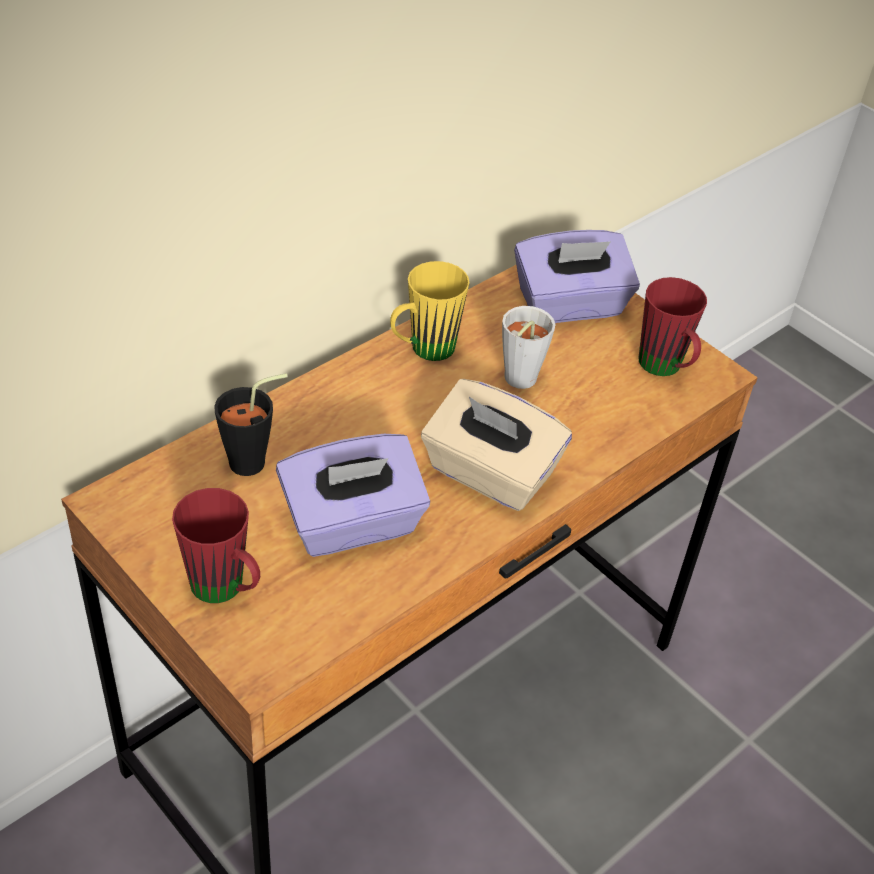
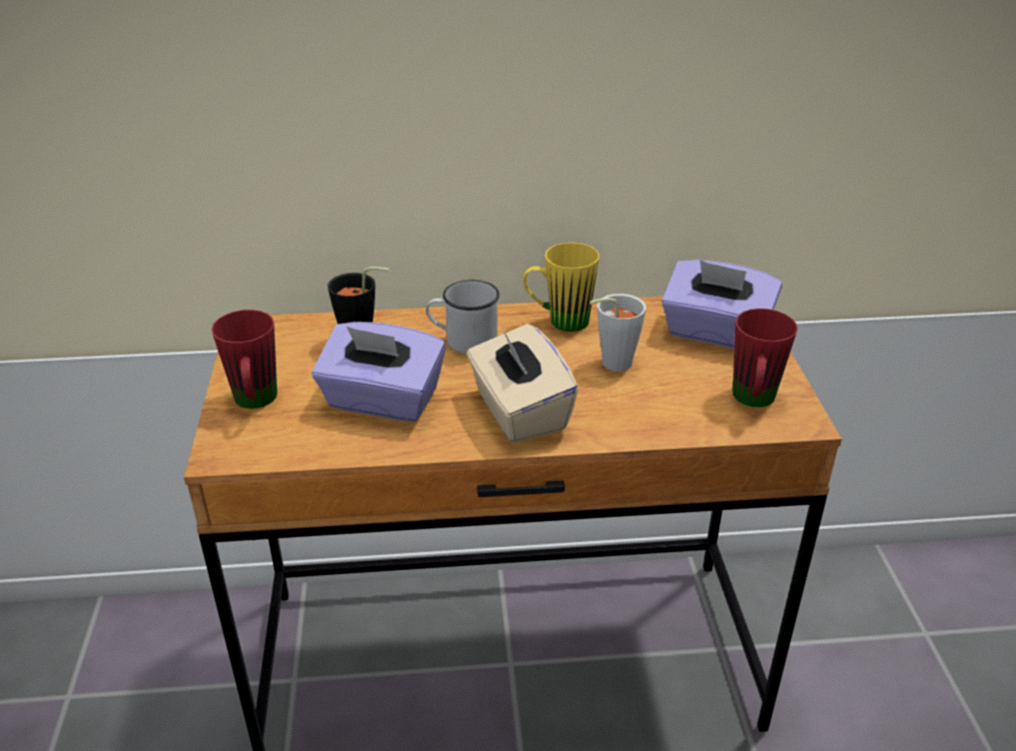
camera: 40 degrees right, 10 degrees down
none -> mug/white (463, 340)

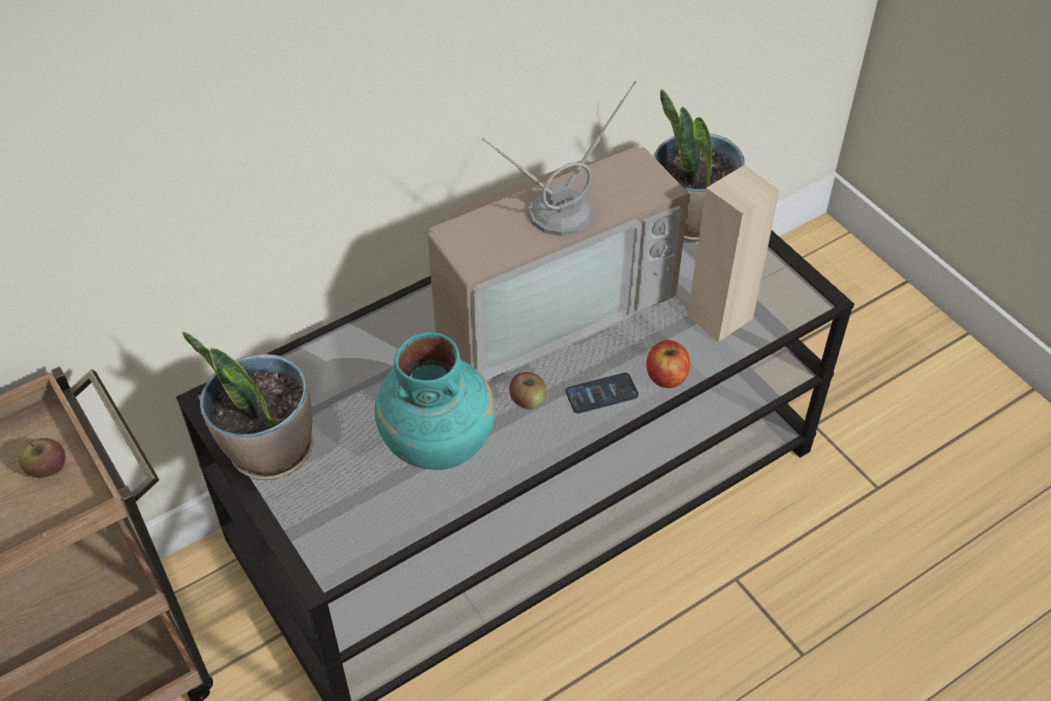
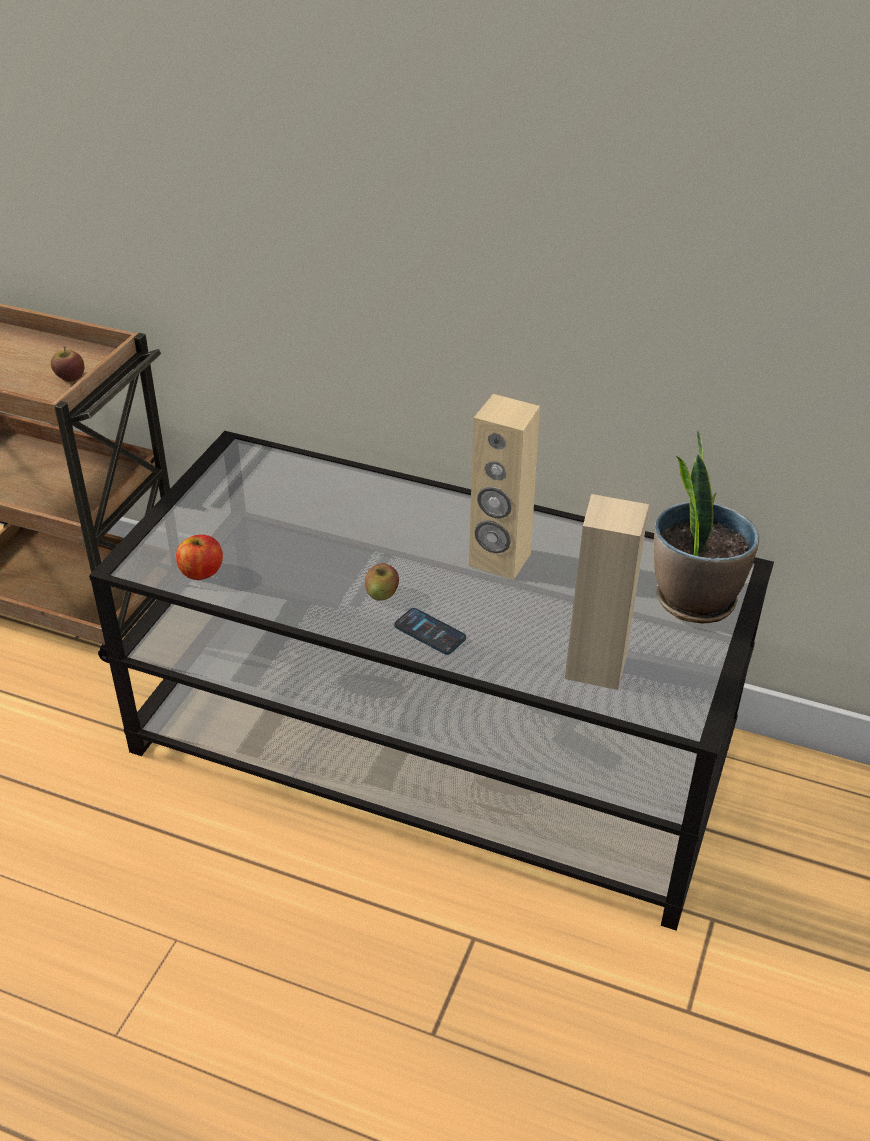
camera: 55 degrees right, 10 degrees down
apple (666, 377) -> apple (201, 572), relocated
television (550, 303) -> speaker/beige (499, 560)
potted plant (269, 450) -> none
vase/turquoise (438, 439) -> none

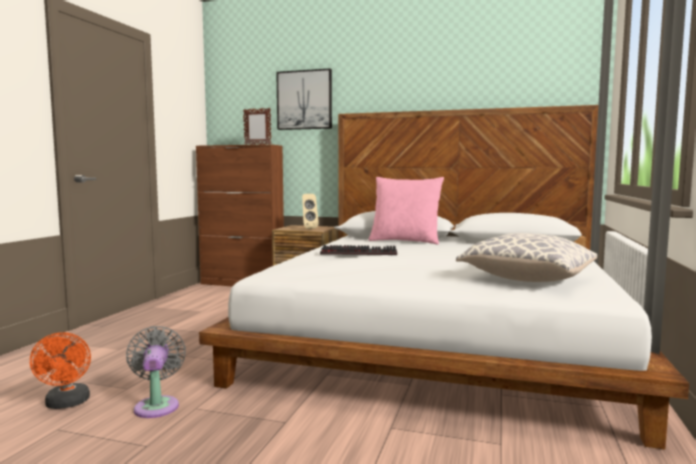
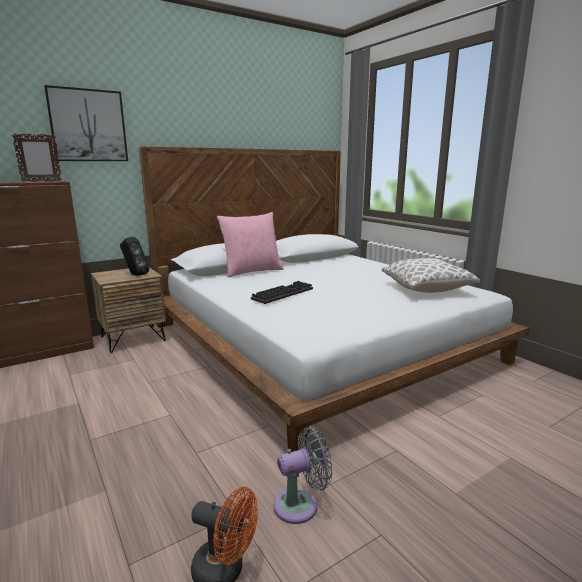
camera: 50 degrees left, 10 degrees up
speaker/beige (309, 229) -> speaker/black (135, 275)
fan/grey (157, 405) -> fan/grey (300, 504), 135 degrees clockwise

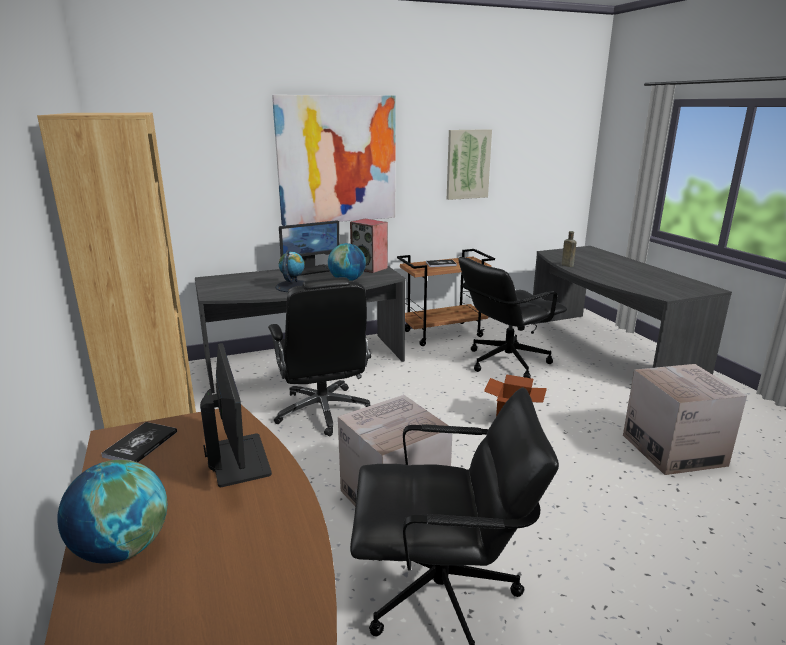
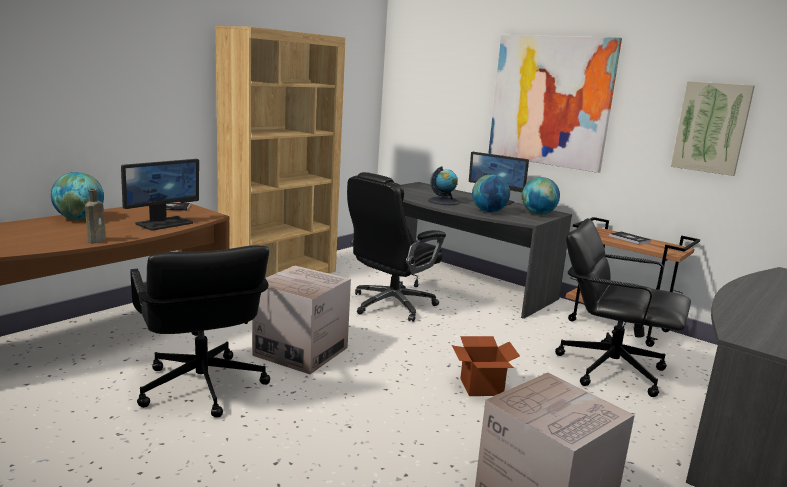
camera: 60 degrees right, 5 degrees down
bottle/brown (566, 265) -> bottle/brown (98, 240), relocated
speaker (370, 268) -> globe (538, 214)

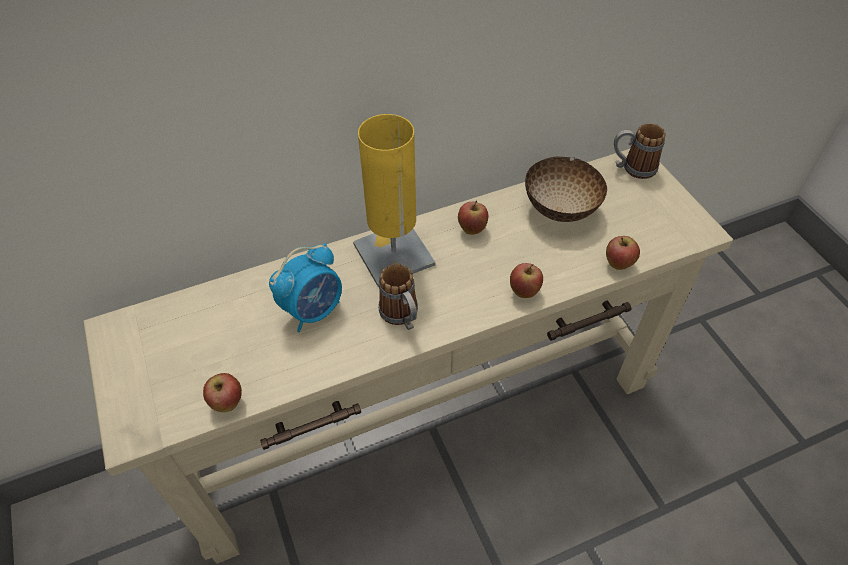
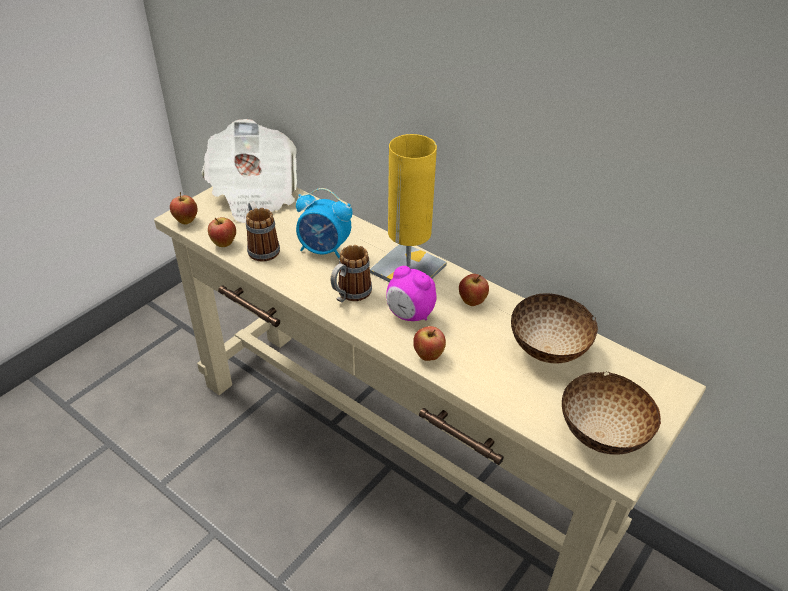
camera: 60 degrees right, 10 degrees down
apple (618, 264) -> apple (186, 221), relocated
none -> newspaper (253, 194)
mug (632, 168) -> mug (261, 248), relocated
none -> alarm clock (409, 315)
none -> bowl (603, 435)

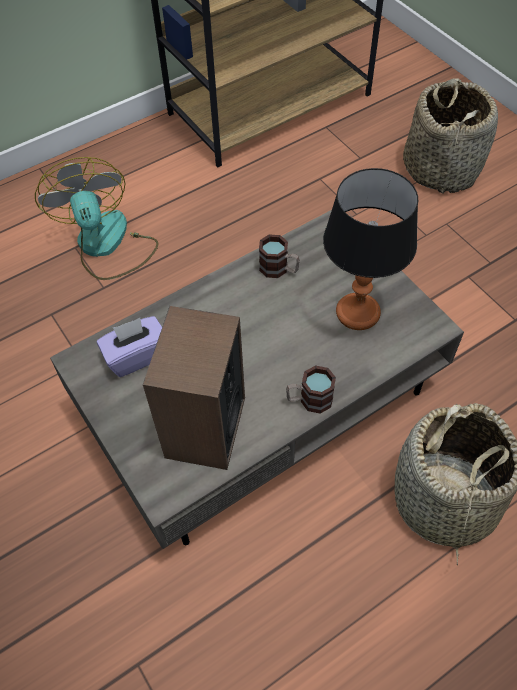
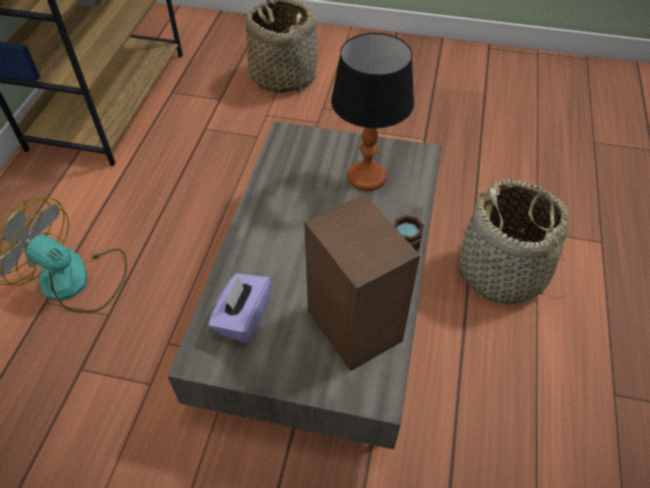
camera: 45 degrees left, 5 degrees down
mug (279, 269) -> none

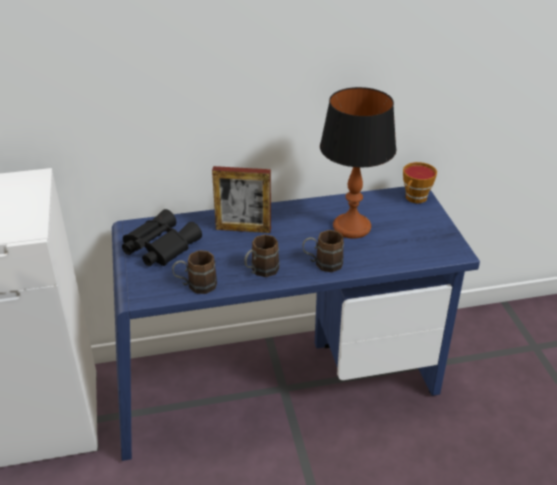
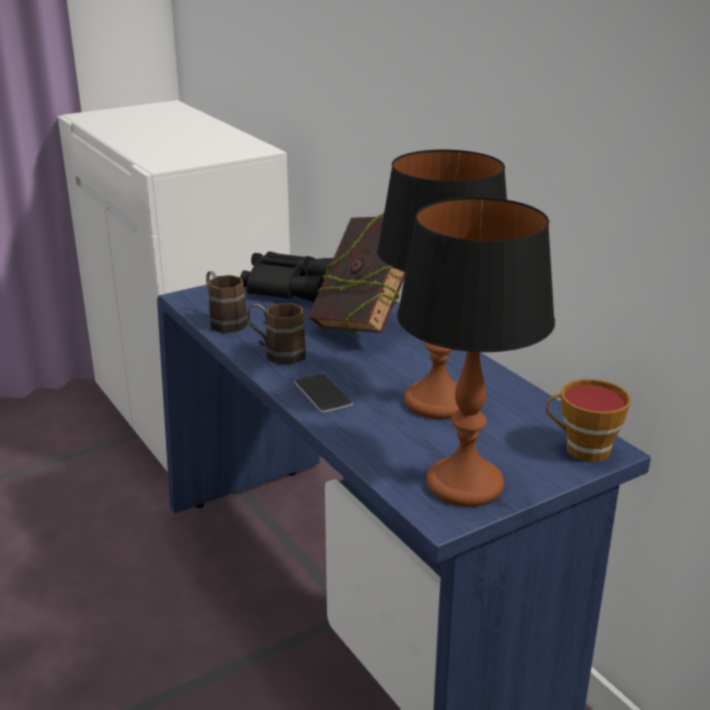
camera: 70 degrees right, 10 degrees down
mug/brown (322, 264) -> phone (322, 393)
picture frame (243, 229) -> book (365, 326)
none -> table lamp (465, 484)

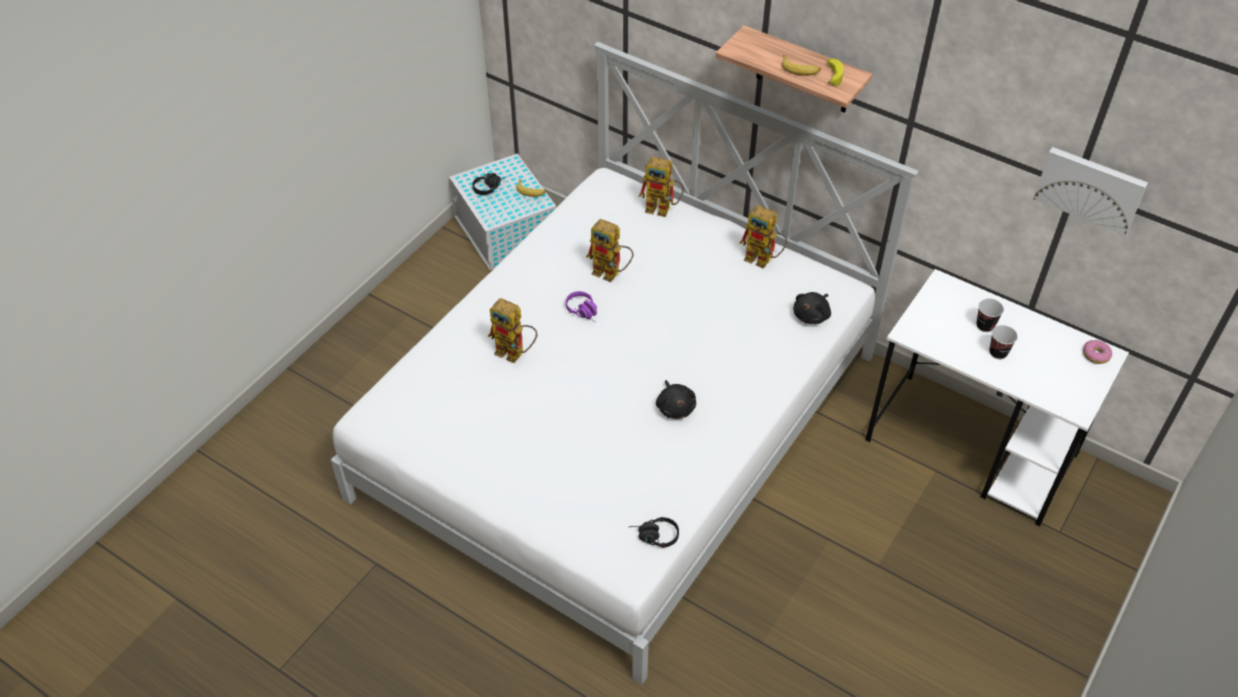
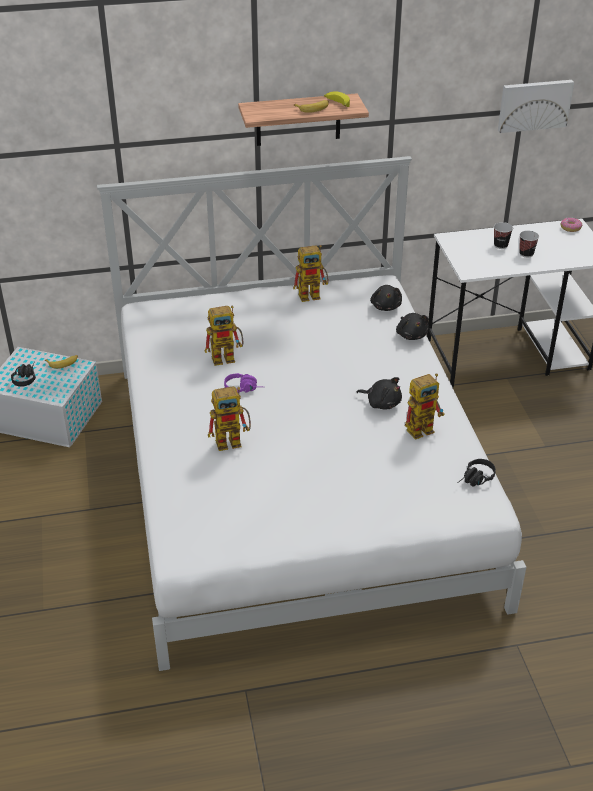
camera: 45 degrees left, 10 degrees down
none -> plush toy/black (411, 335)
toy robot (663, 209) -> toy robot (424, 427), relocated

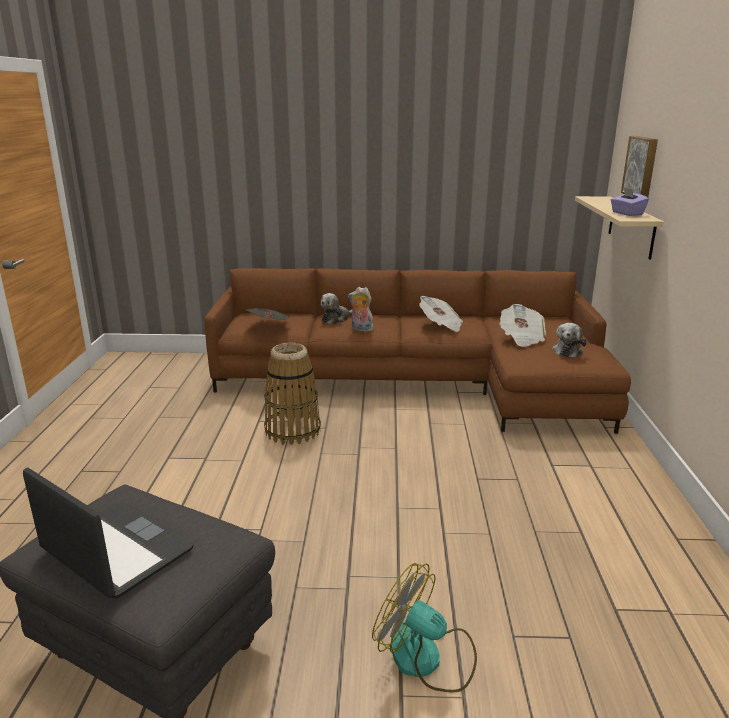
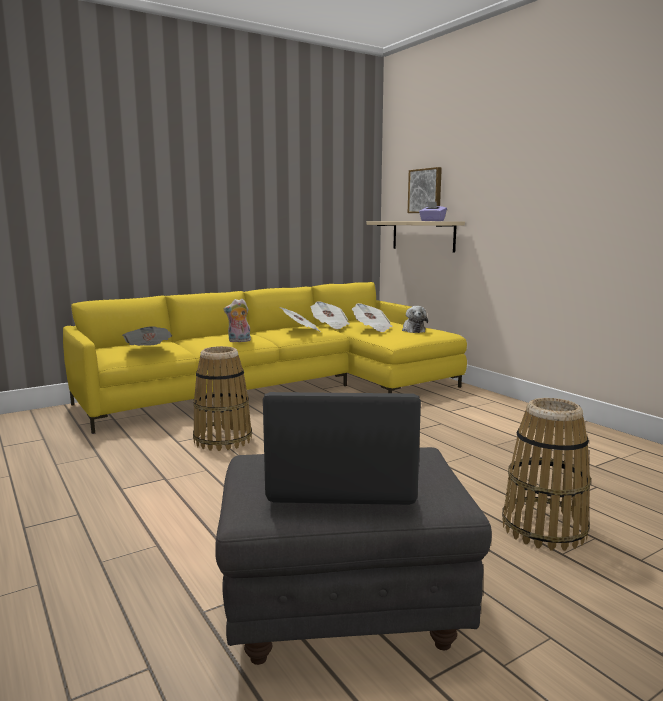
camera: 35 degrees left, 10 degrees down
sofa/brown (422, 382) -> sofa/yellow (285, 388)
none -> newspaper (330, 326)
fan (427, 658) -> basket (543, 529)
plush toy (336, 319) -> none

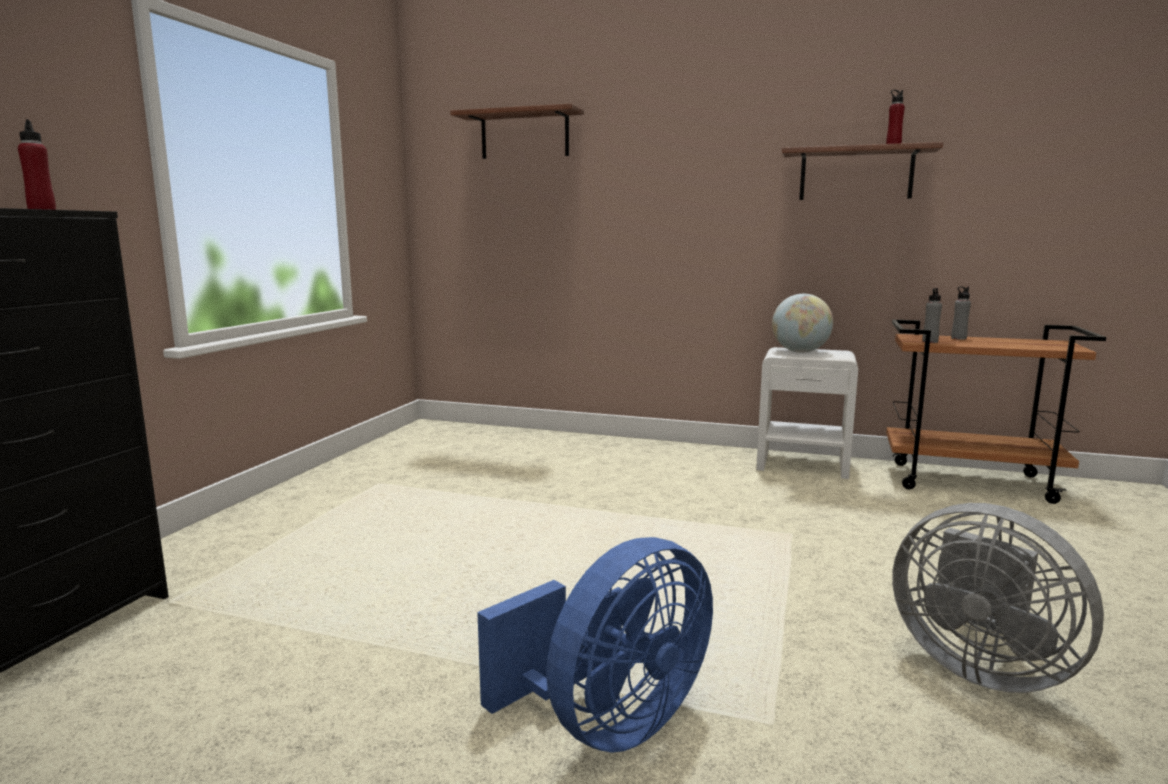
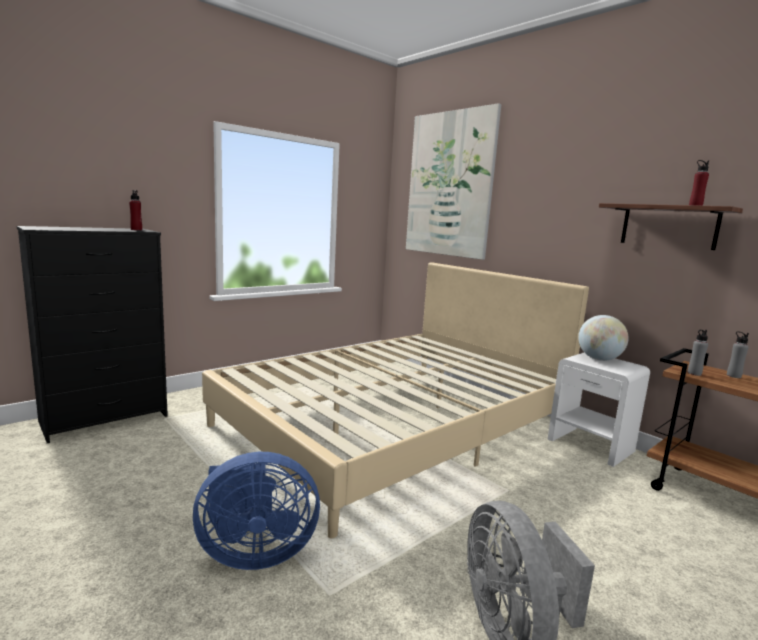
camera: 30 degrees right, 0 degrees up
none -> bed/beige (395, 425)
shelf (524, 135) -> picture (449, 184)

